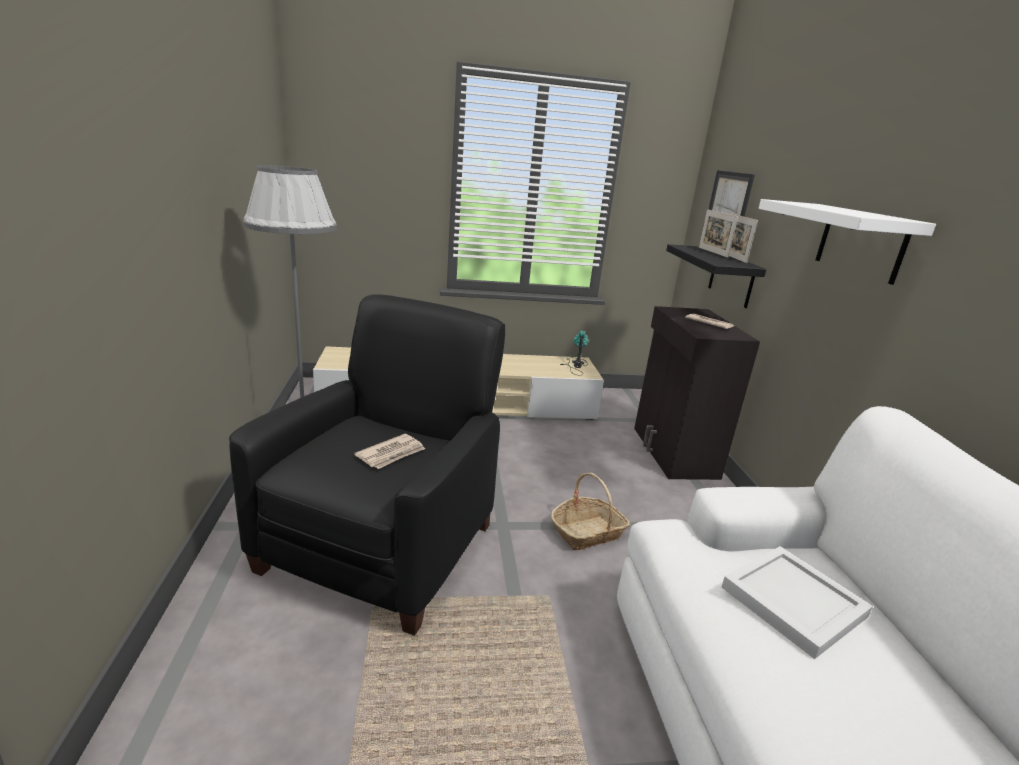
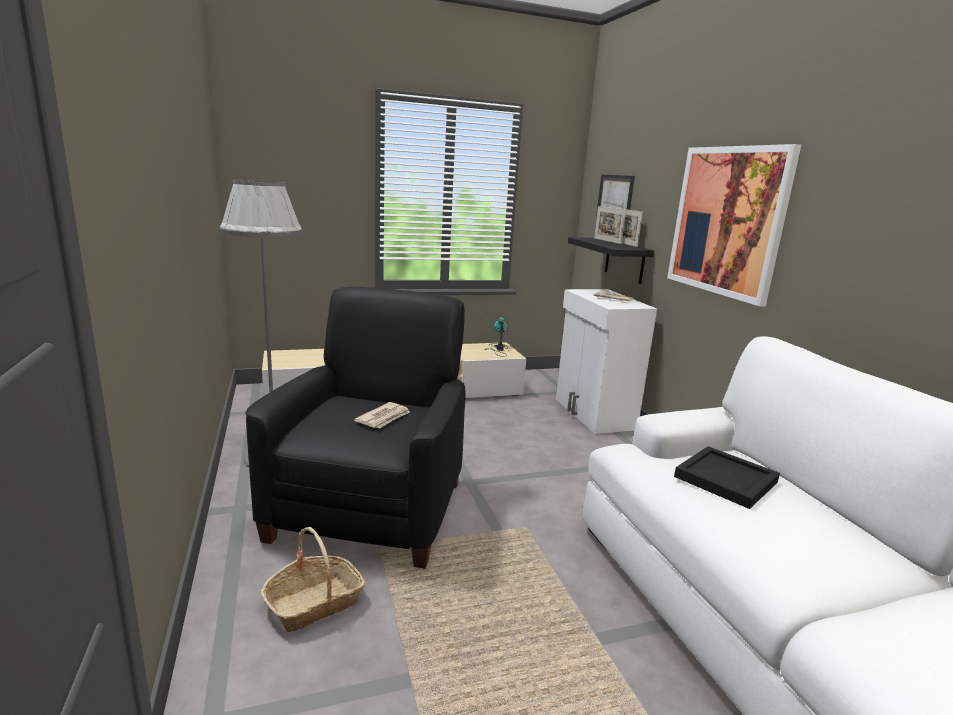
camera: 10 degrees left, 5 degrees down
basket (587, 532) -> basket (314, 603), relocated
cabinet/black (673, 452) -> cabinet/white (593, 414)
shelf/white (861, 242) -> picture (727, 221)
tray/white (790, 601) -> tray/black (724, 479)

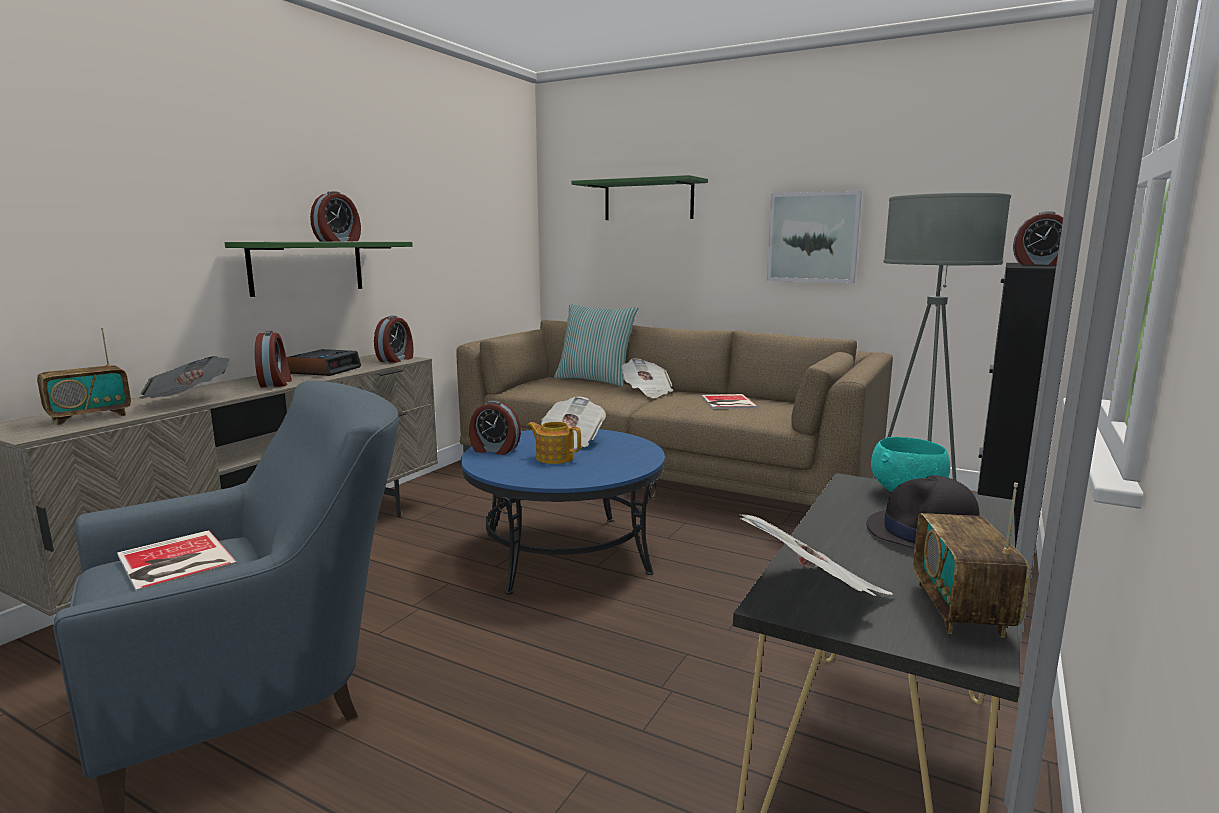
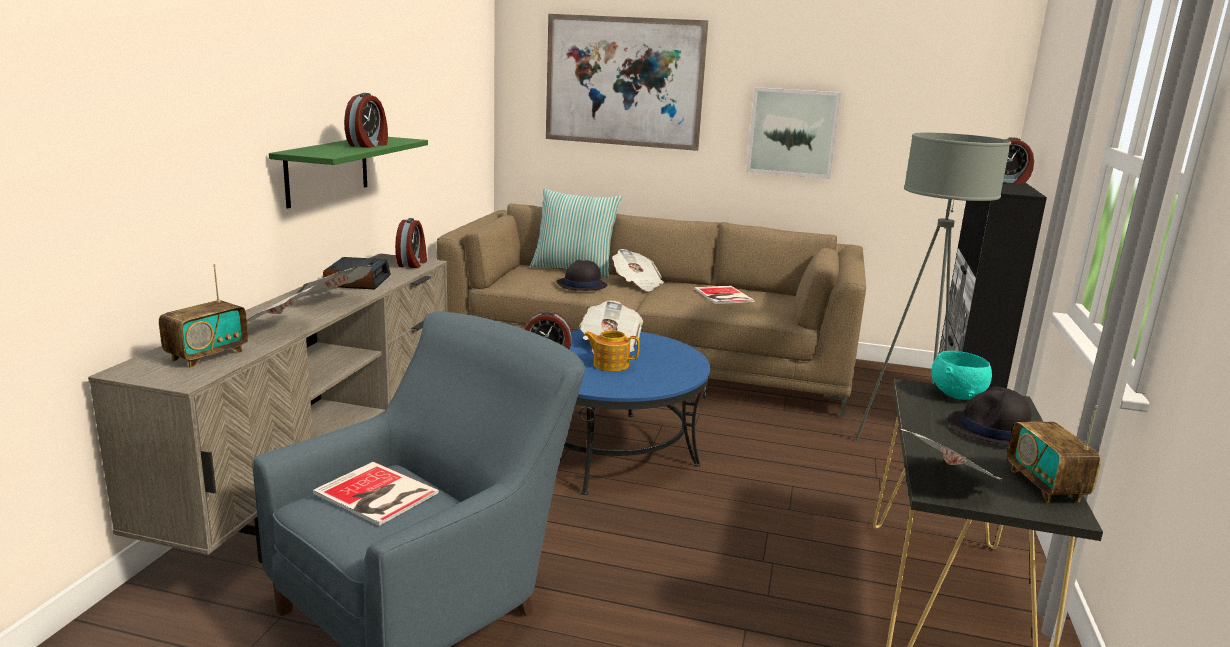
camera: 15 degrees left, 5 degrees up
alarm clock (276, 383) -> newspaper (333, 302)
shelf/green (648, 200) -> picture (623, 82)
none -> hat/black (581, 285)

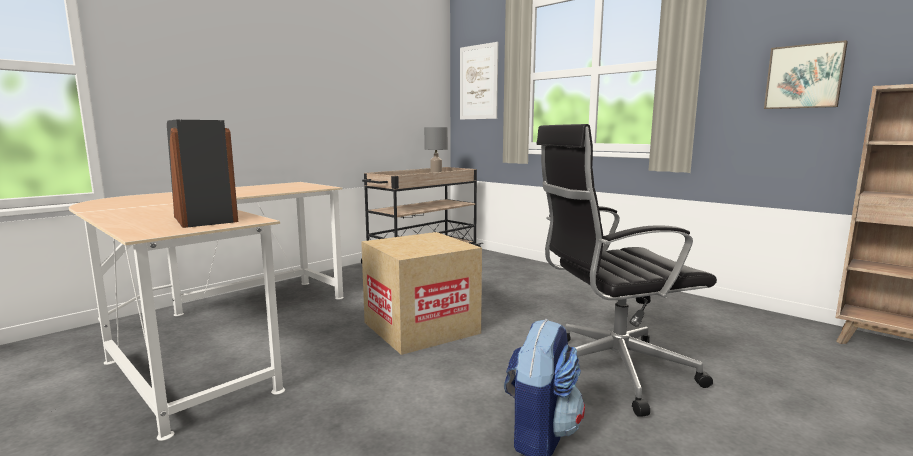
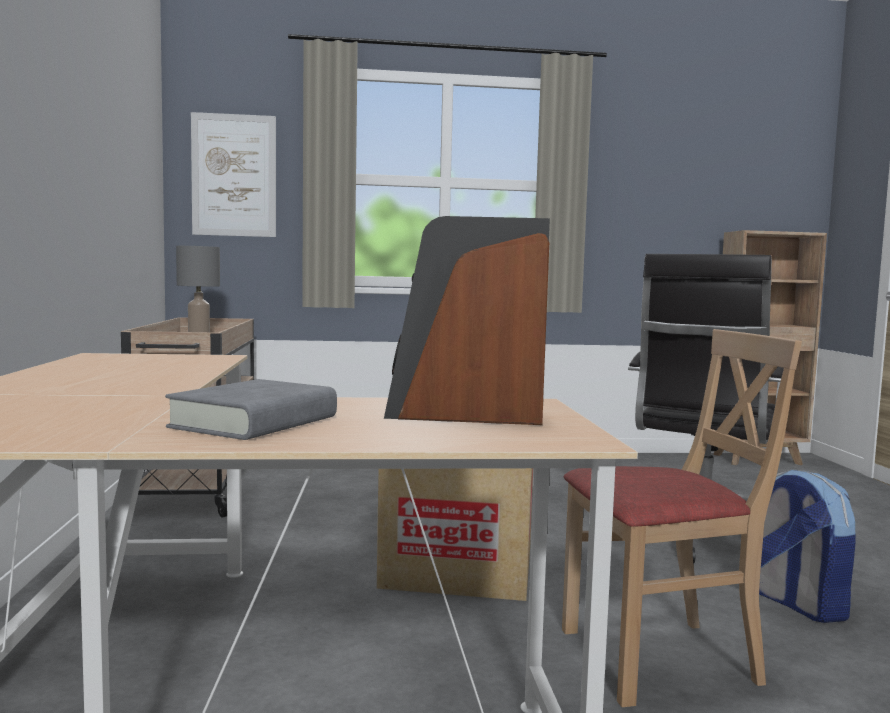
camera: 50 degrees left, 5 degrees down
none -> book/grey (255, 422)
none -> chair/beige (659, 658)
picture (804, 77) -> none

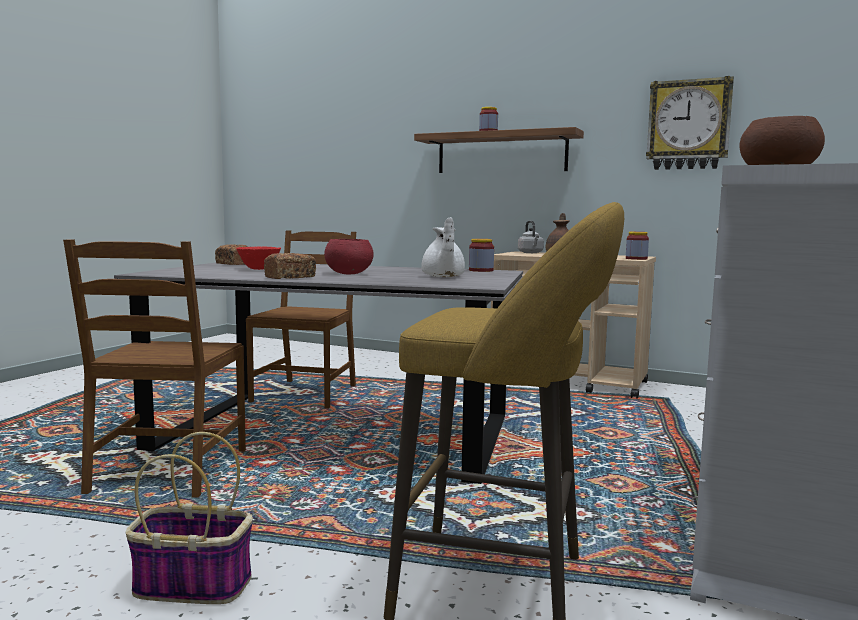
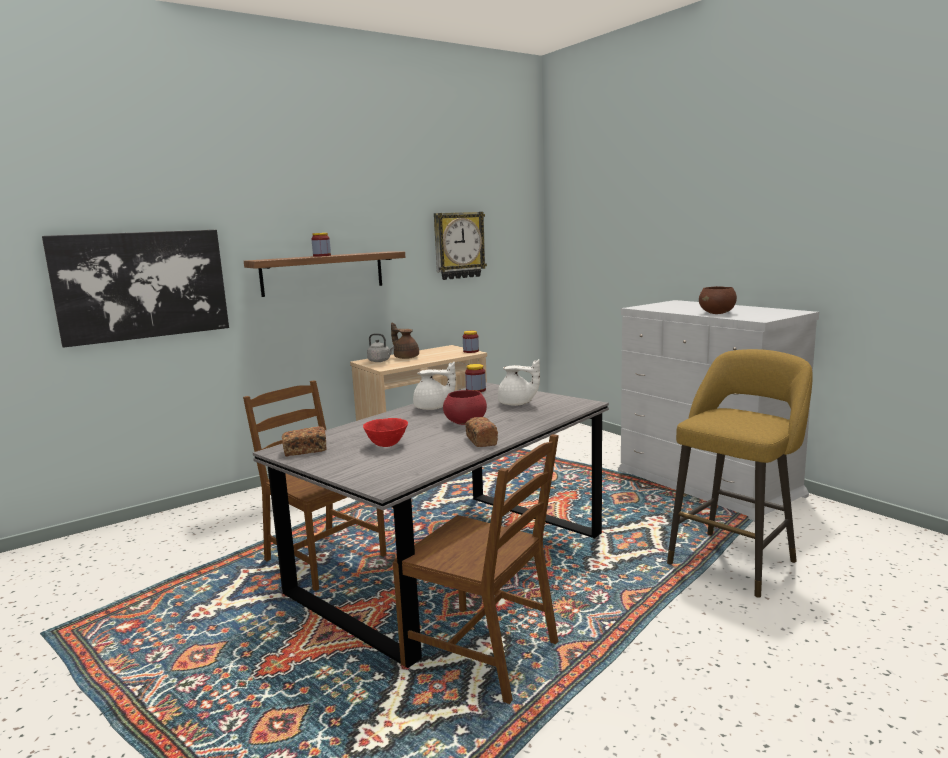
camera: 60 degrees left, 5 degrees up
none -> picture (142, 285)
none -> teapot/white (433, 408)
basket (190, 585) -> none

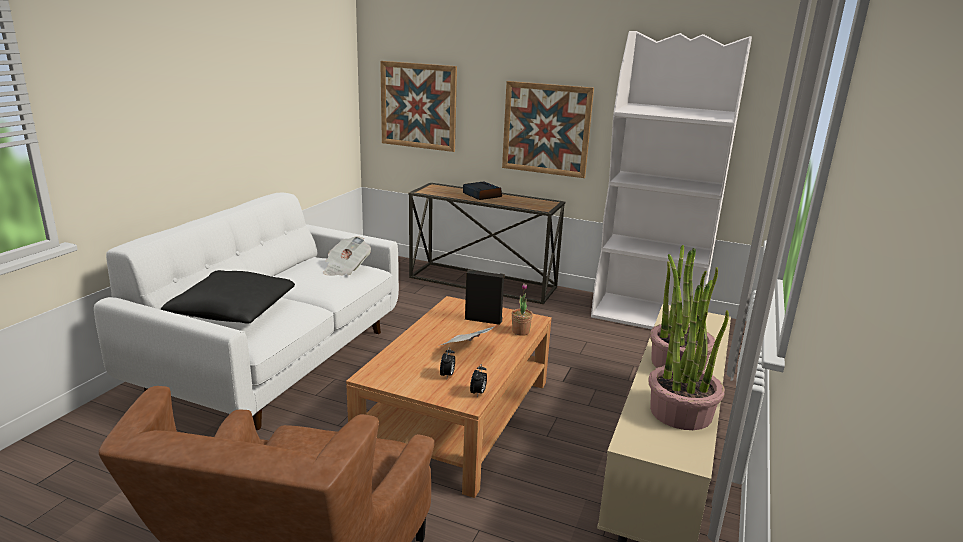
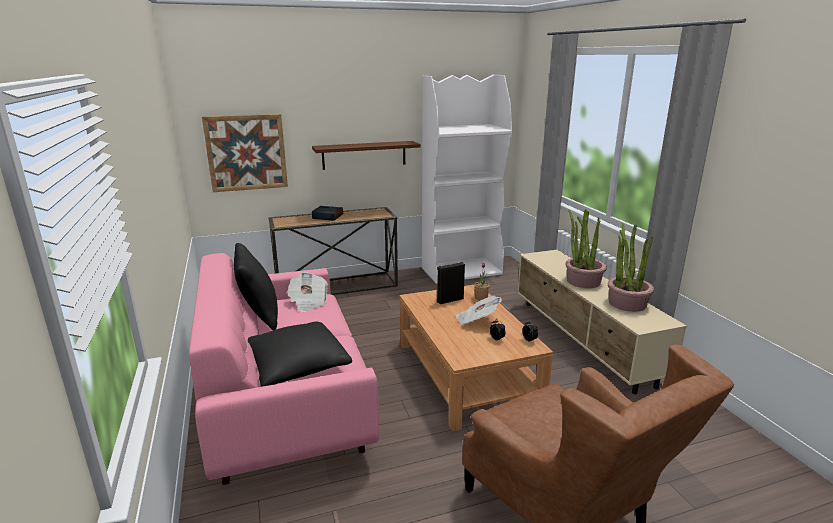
camera: 40 degrees left, 0 degrees up
sofa/white (275, 360) -> sofa/pink (287, 402)
none -> pillow/black (259, 316)
picture (546, 129) -> shelf/brown (364, 155)

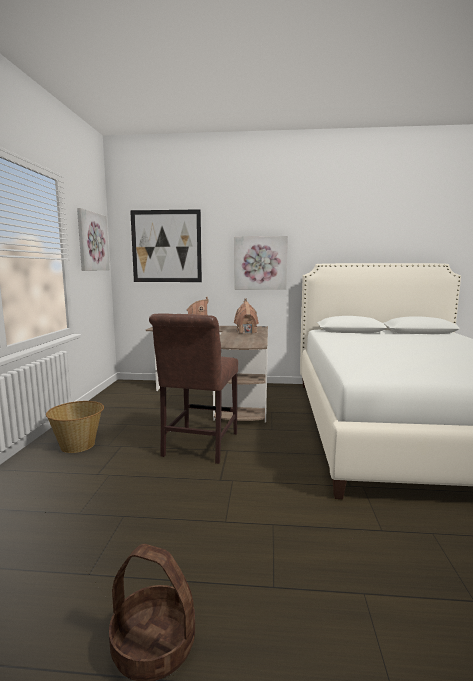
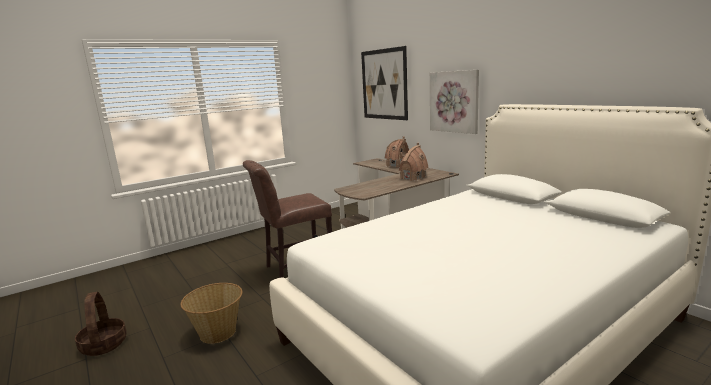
camera: 50 degrees right, 5 degrees up
basket (78, 445) -> basket (218, 333), relocated
picture (92, 241) -> none

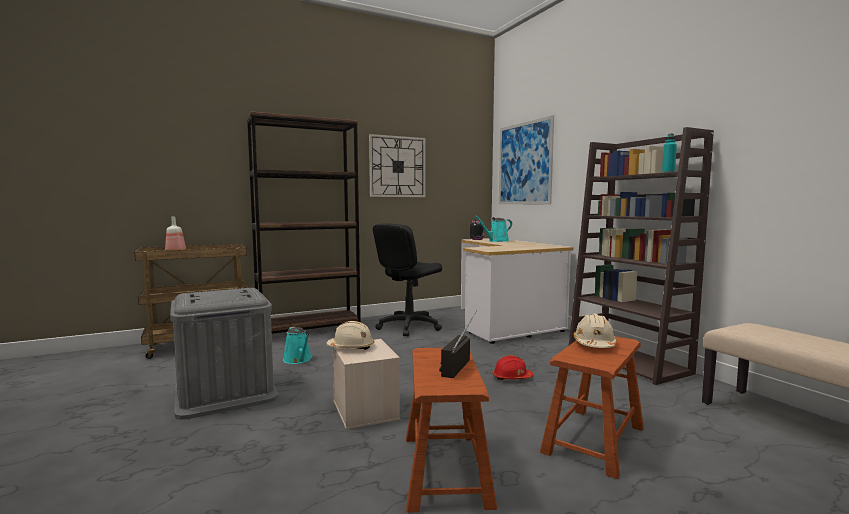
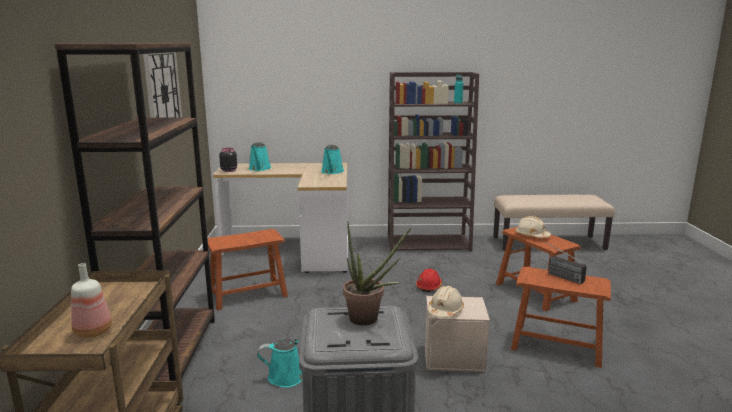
camera: 65 degrees left, 10 degrees up
office chair/black (408, 327) -> stool/brown (248, 294)
none -> watering can/turquoise (332, 172)
none -> potted plant (369, 320)
picture (524, 163) -> none

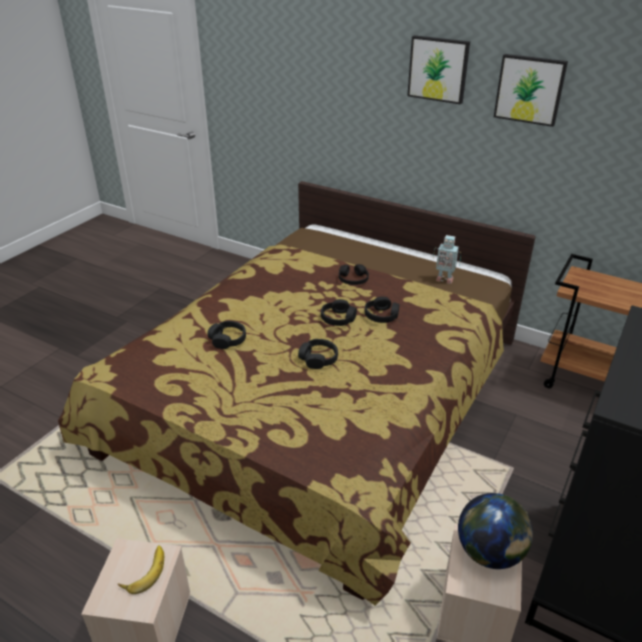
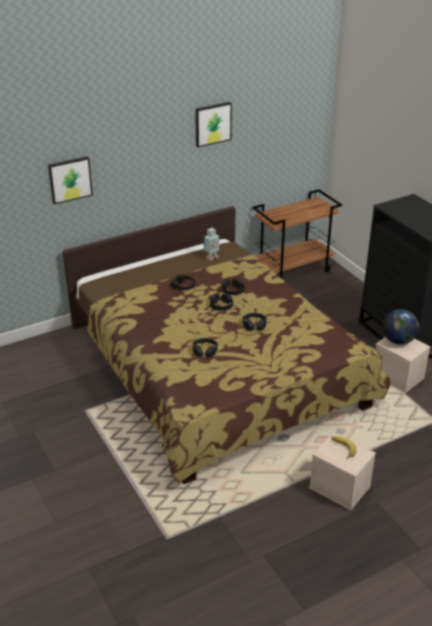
camera: 60 degrees left, 0 degrees up
picture (438, 69) -> picture (70, 179), relocated

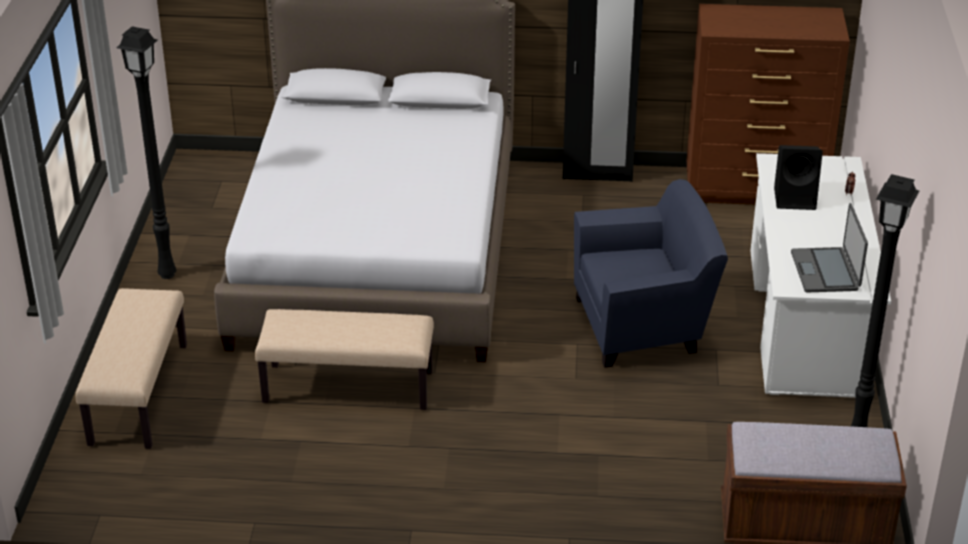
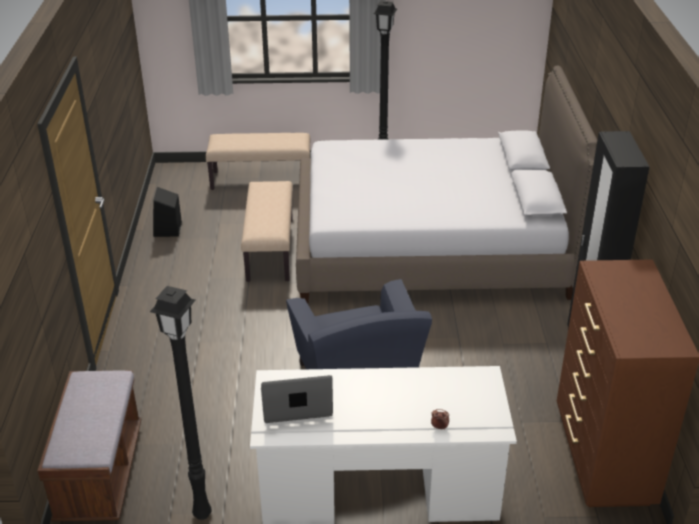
camera: 85 degrees right, 0 degrees up
speaker/black (796, 198) -> speaker/black (167, 230), relocated

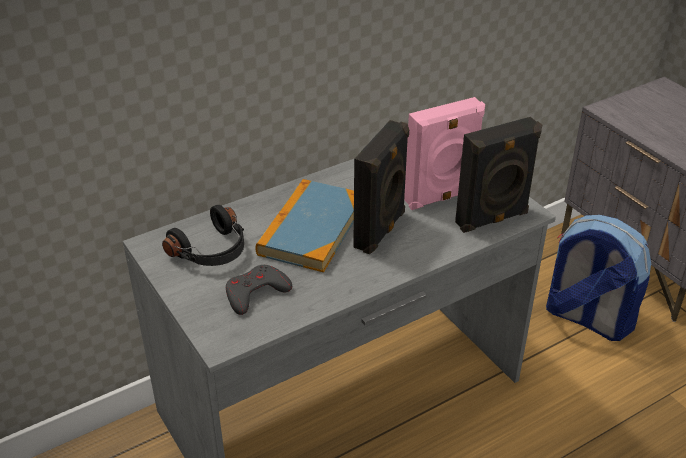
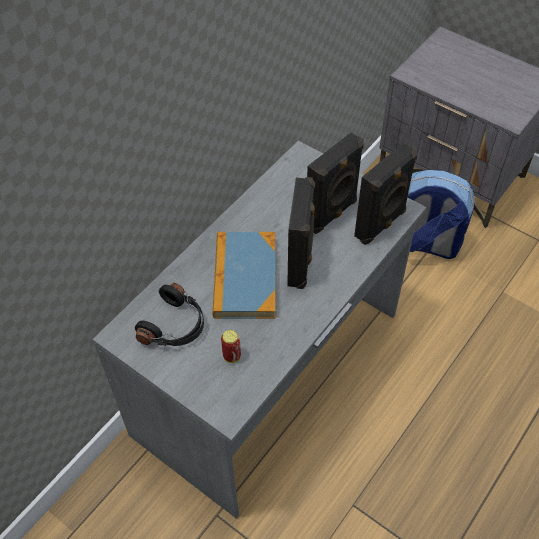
camera: 20 degrees left, 15 degrees up
game controller/grey (256, 293) -> can (232, 356)
speaker/pink (441, 197) -> speaker/black (332, 214)

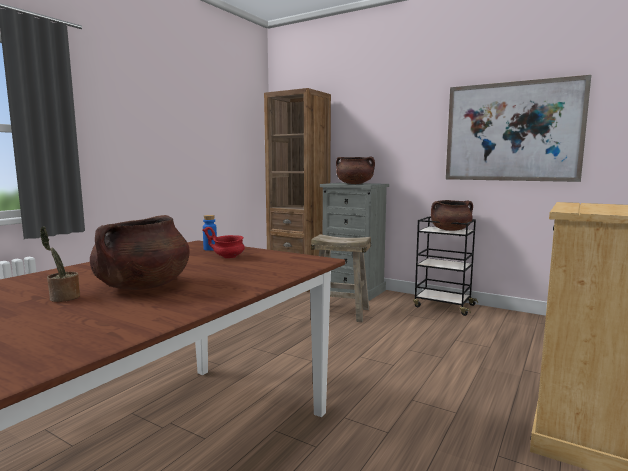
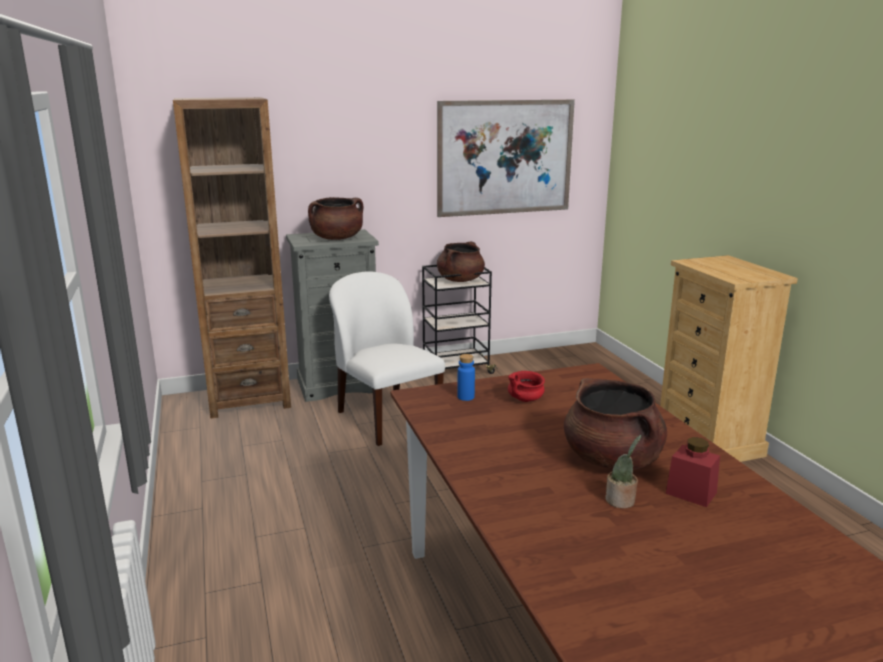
camera: 50 degrees left, 10 degrees up
stool/beige (341, 312) -> chair/white (387, 419)
none -> jar/red (691, 493)

